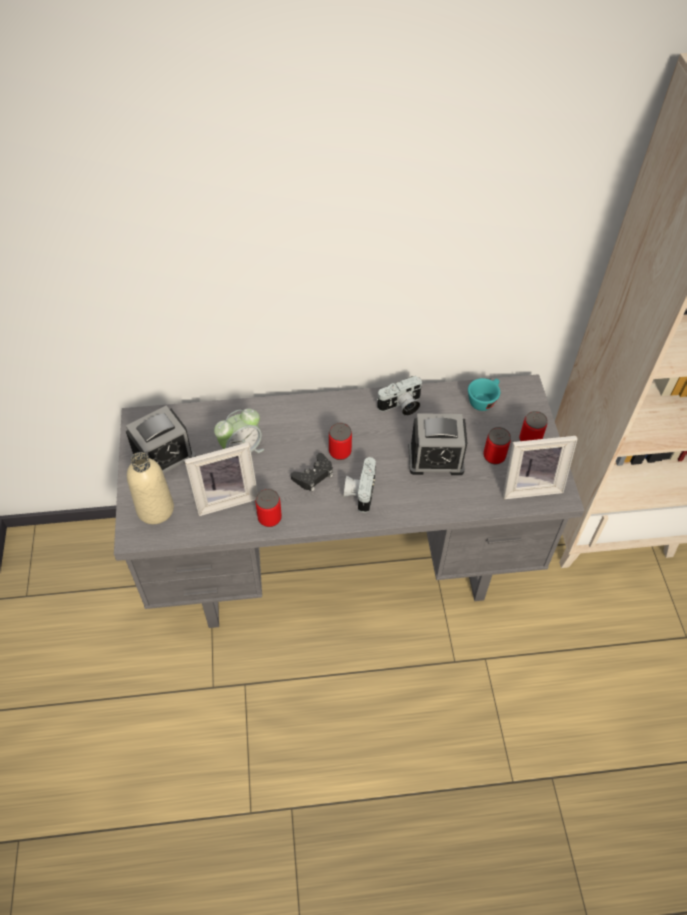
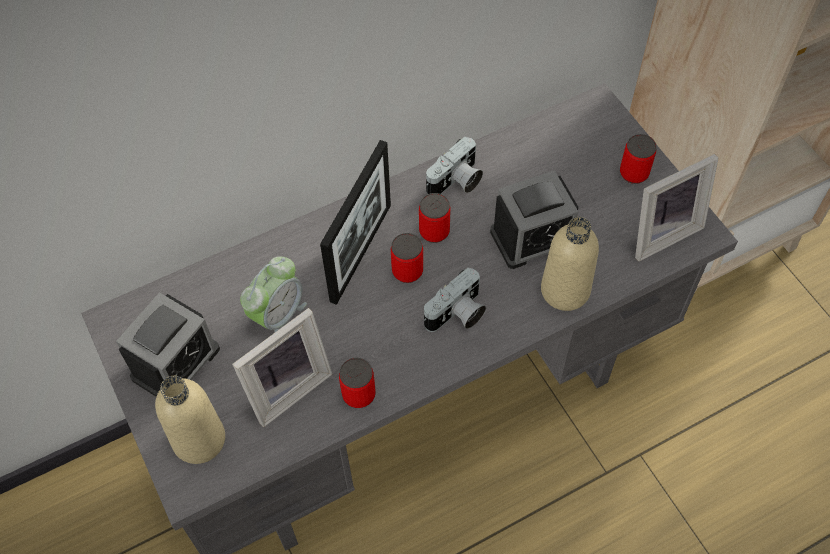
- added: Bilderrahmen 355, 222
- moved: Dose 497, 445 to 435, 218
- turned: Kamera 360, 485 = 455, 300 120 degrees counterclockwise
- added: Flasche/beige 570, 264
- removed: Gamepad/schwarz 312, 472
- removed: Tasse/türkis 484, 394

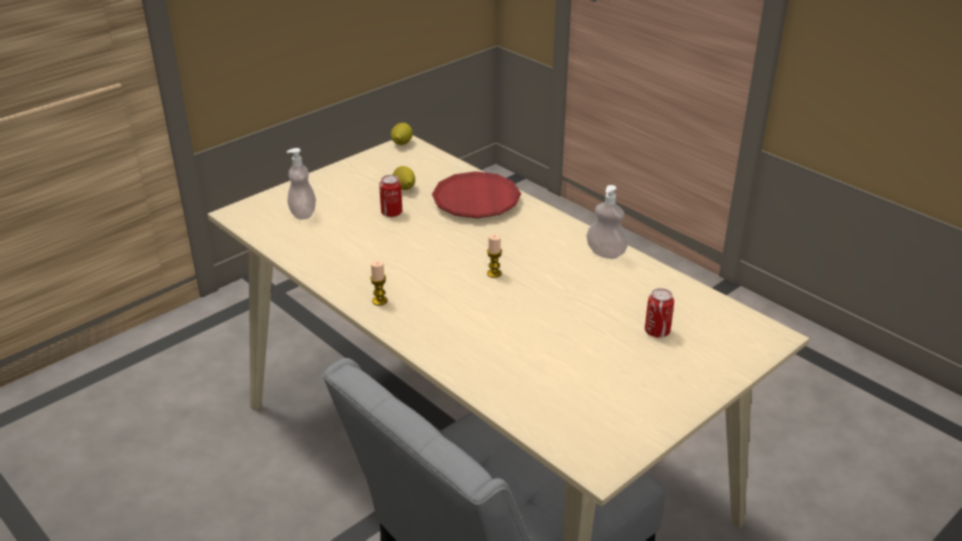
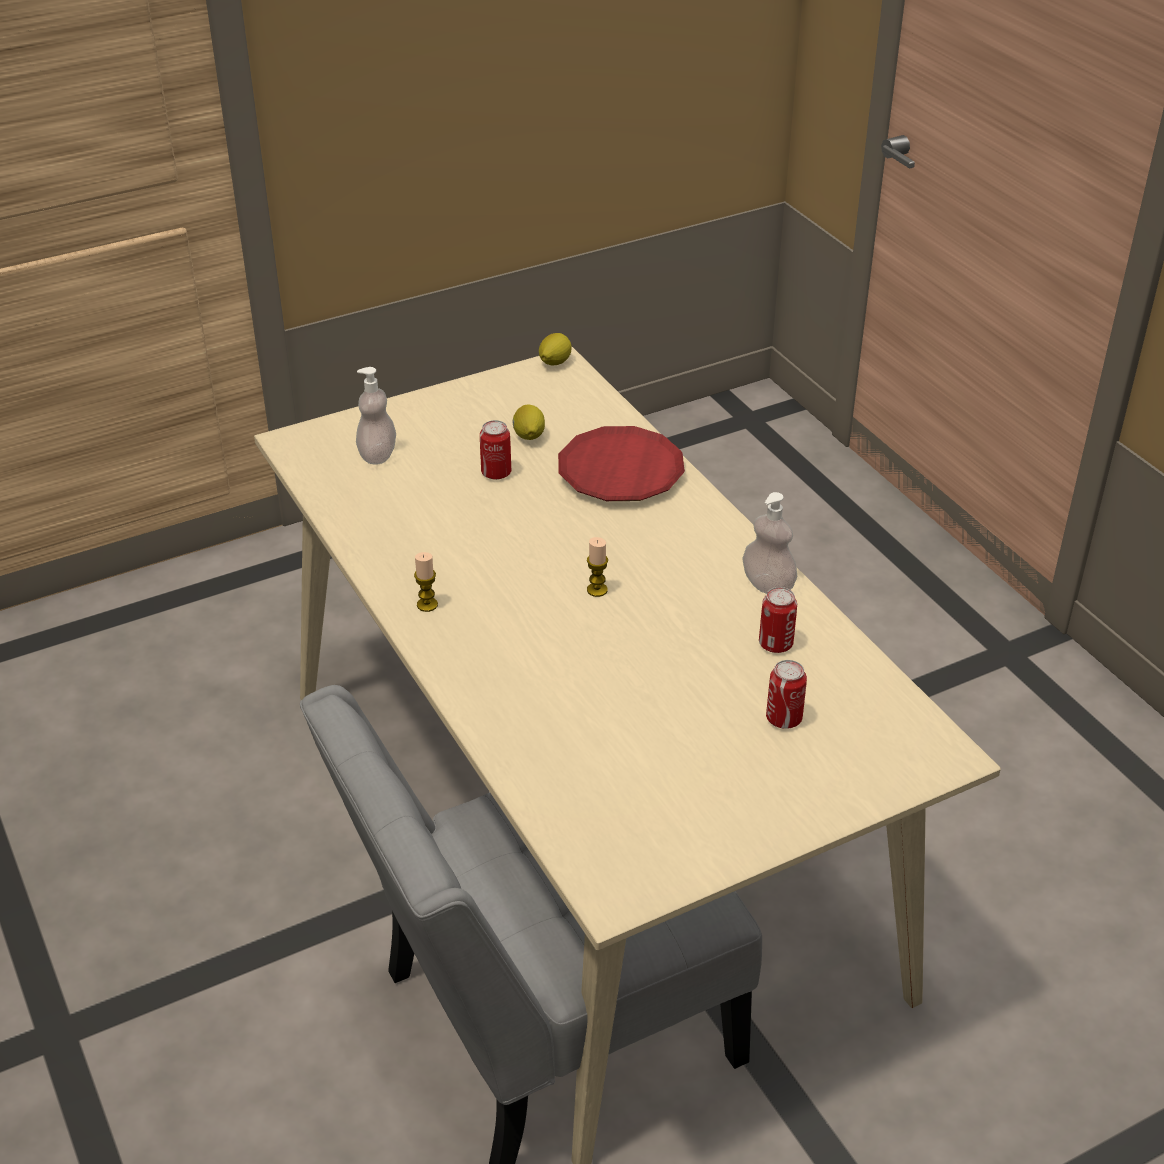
- added: Dose 778, 620

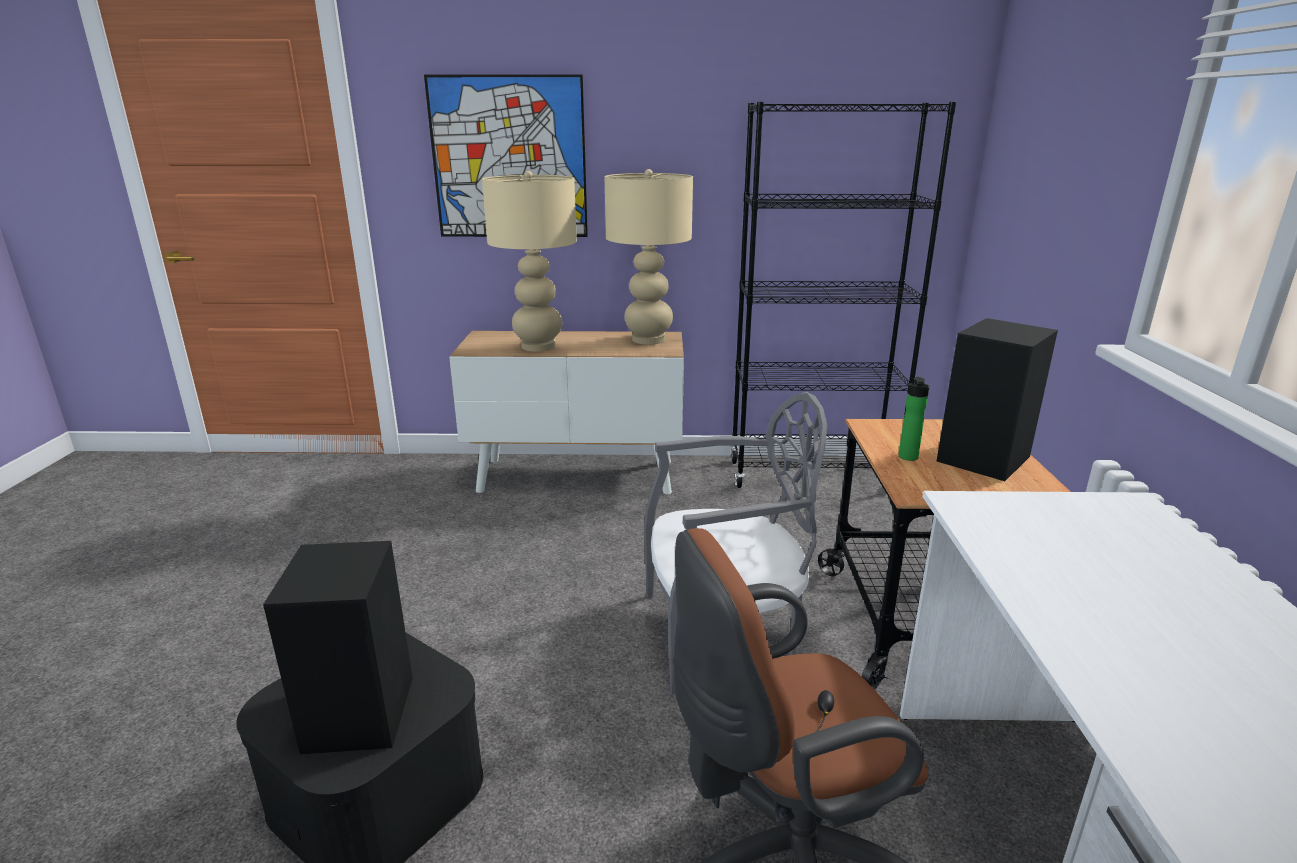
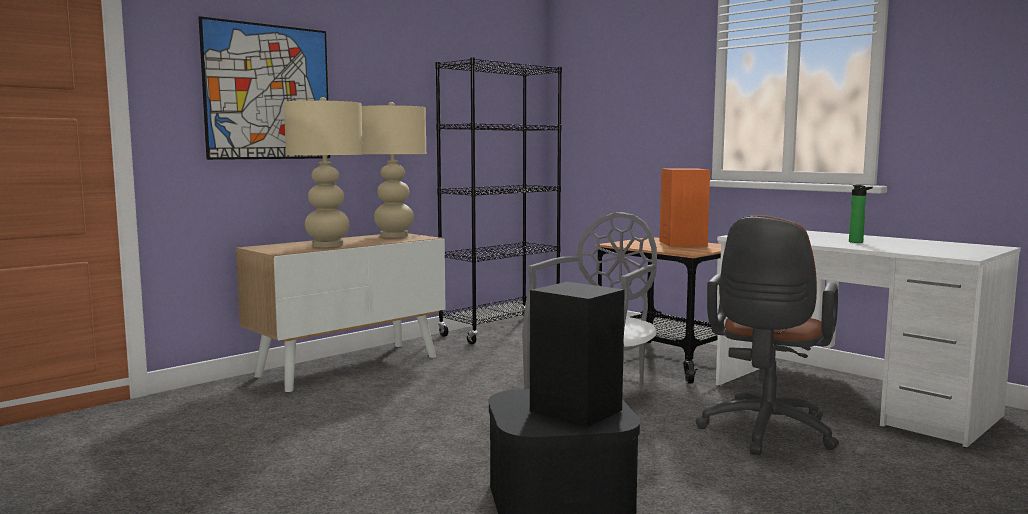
- recoloured: Lautsprecher/schwarz 997, 399 to Lautsprecher/orange 684, 208
- moved: Flasche 914, 419 to 861, 214

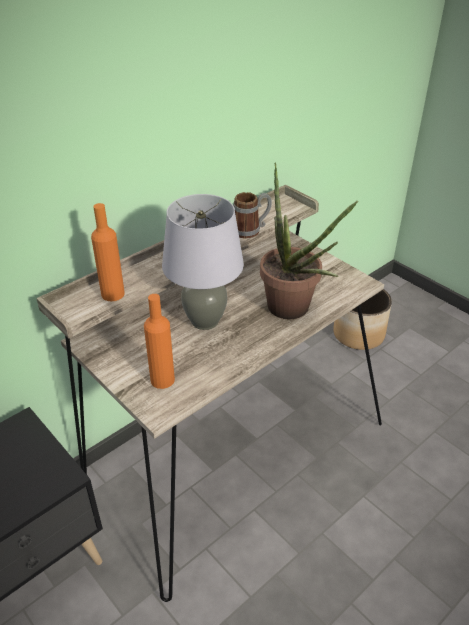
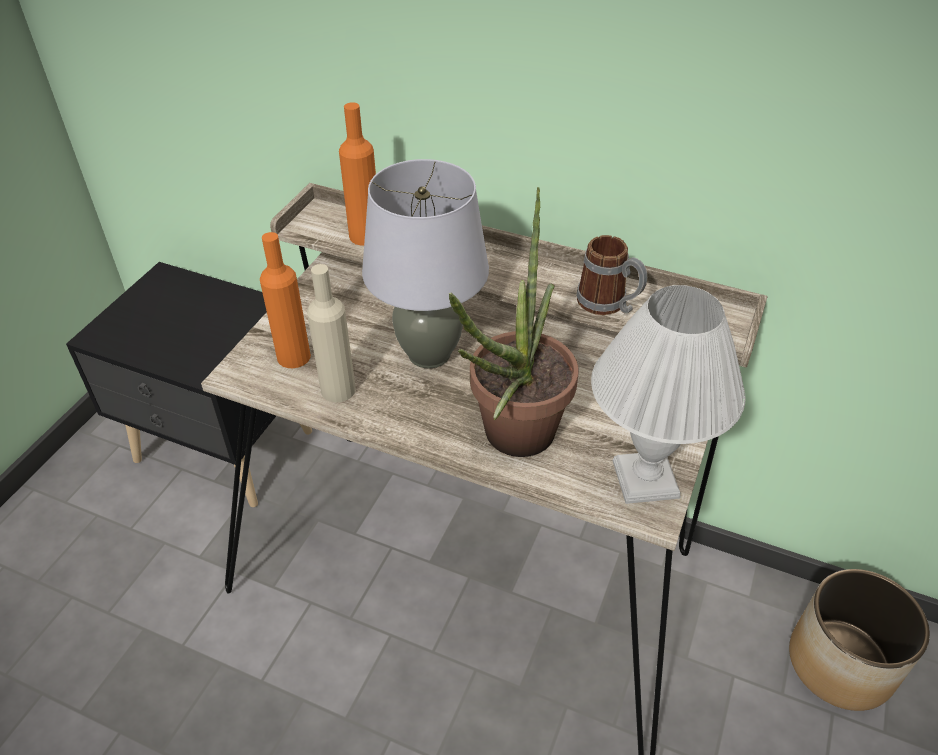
- added: Flasche/beige 331, 333
- added: Tischlampe/weiß 668, 394

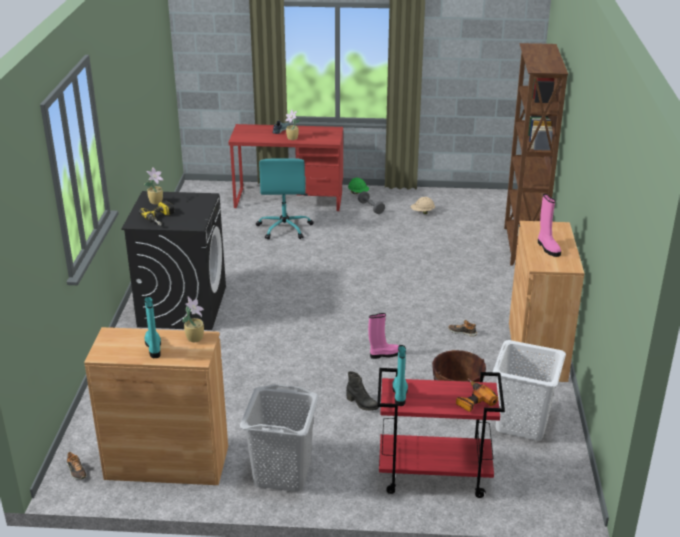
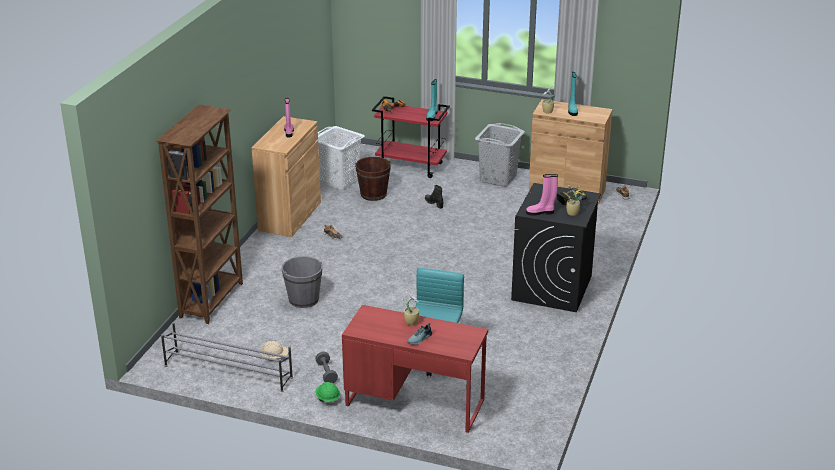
- added: Schuhregal/grau 227, 357
- added: Eimer/grau 302, 282
- moved: Stiefel/rosa 383, 336 to 542, 195

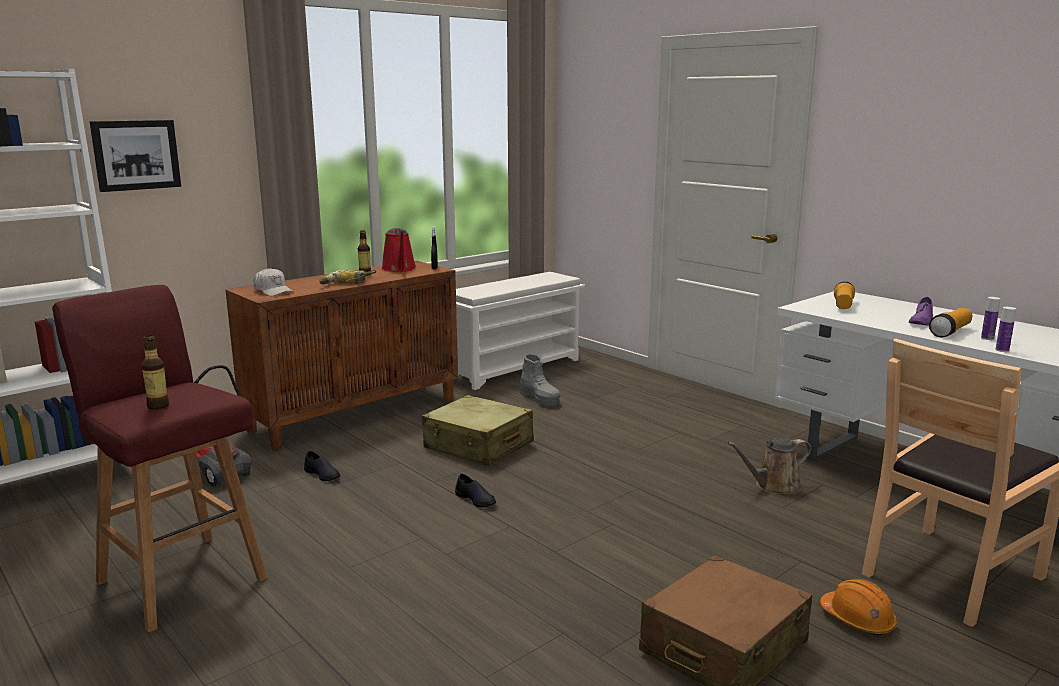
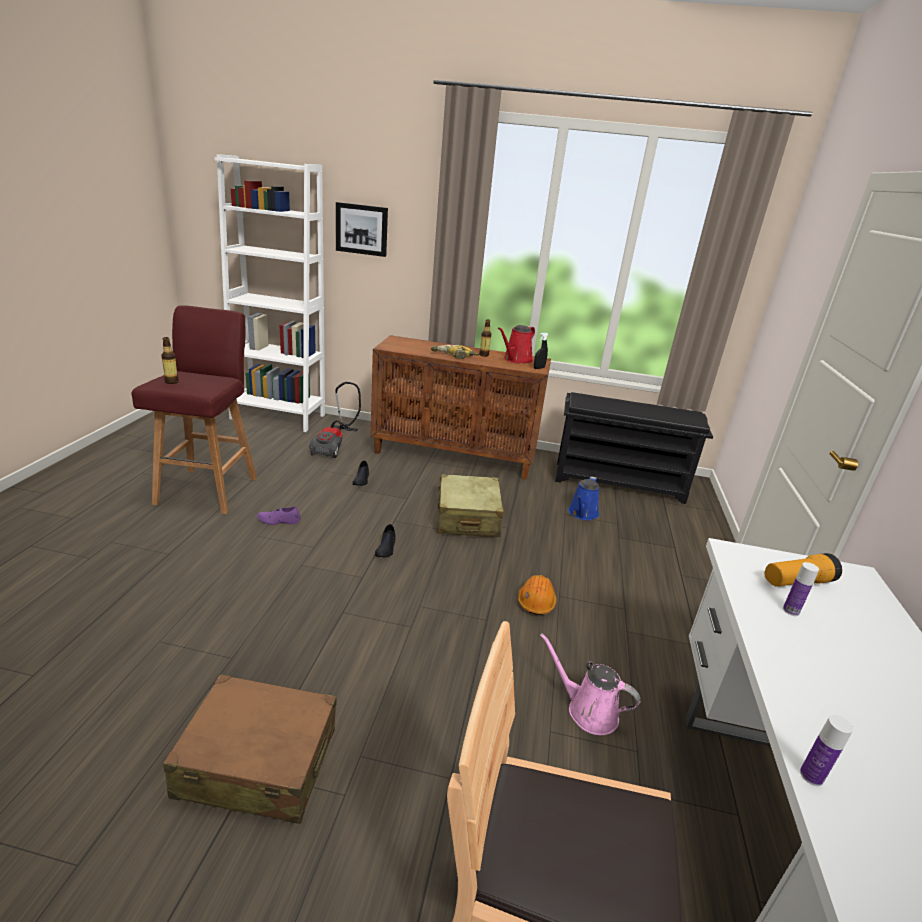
- moved: Schuh/lila 921, 311 to 279, 515
- moved: Schutzhelm/orange 859, 607 to 537, 595
- recoloured: Gießkanne/braun 769, 466 to Gießkanne/rosa 590, 684
- recoloured: Schuhregal/weiß 520, 331 to Schuhregal/schwarz 634, 448
- replaced: Stiefel/grau 540, 379 to Gießkanne/blau 583, 498
- moved: Flasche 990, 318 to 801, 589
- removed: Kappe/weiß 273, 282
- removed: Taschenlampe 950, 323

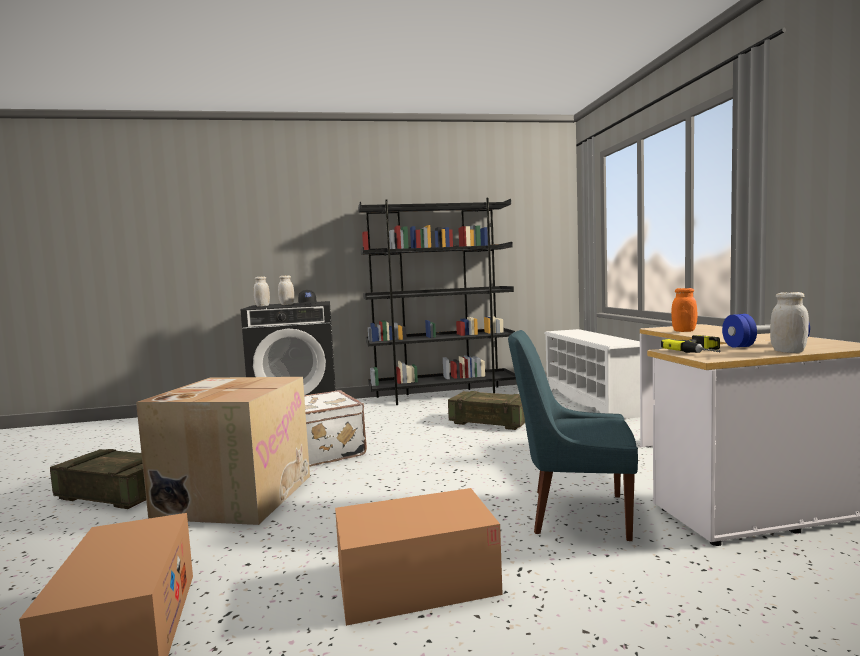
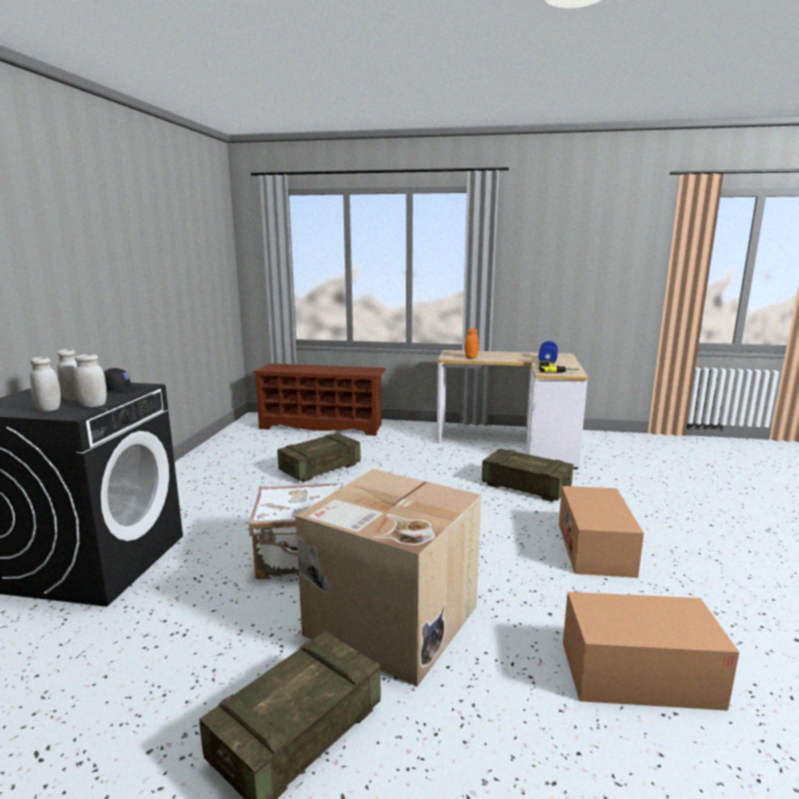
- moved: Vorratsglas/weiß 789, 322 to 90, 380
- recoloured: Schuhregal/weiß 592, 374 to Schuhregal/braun 319, 399
- replaced: Stuhl/blau 573, 435 to Kiste 527, 475
- removed: Bücherregal/schwarz 437, 301

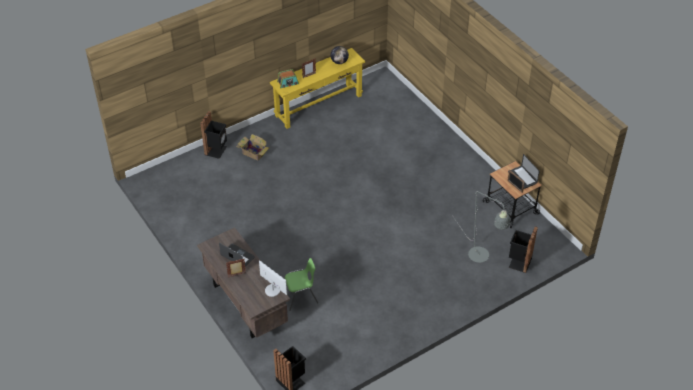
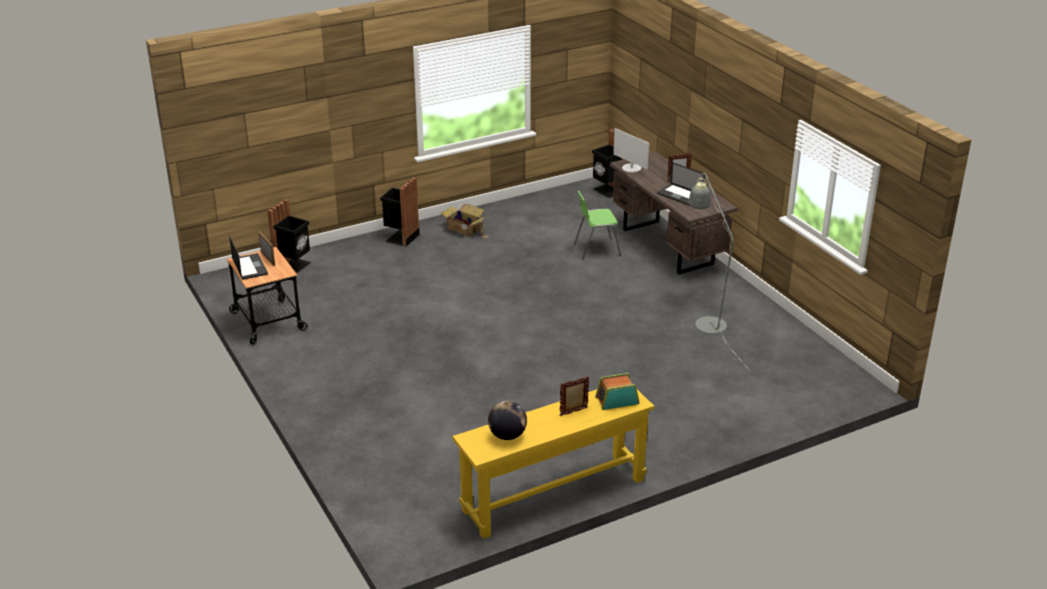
- moved: Mülleimer/schwarz 213, 135 to 400, 212
- moved: Karton 252, 147 to 465, 221
- moved: Stehlampe/grau 481, 227 to 720, 272

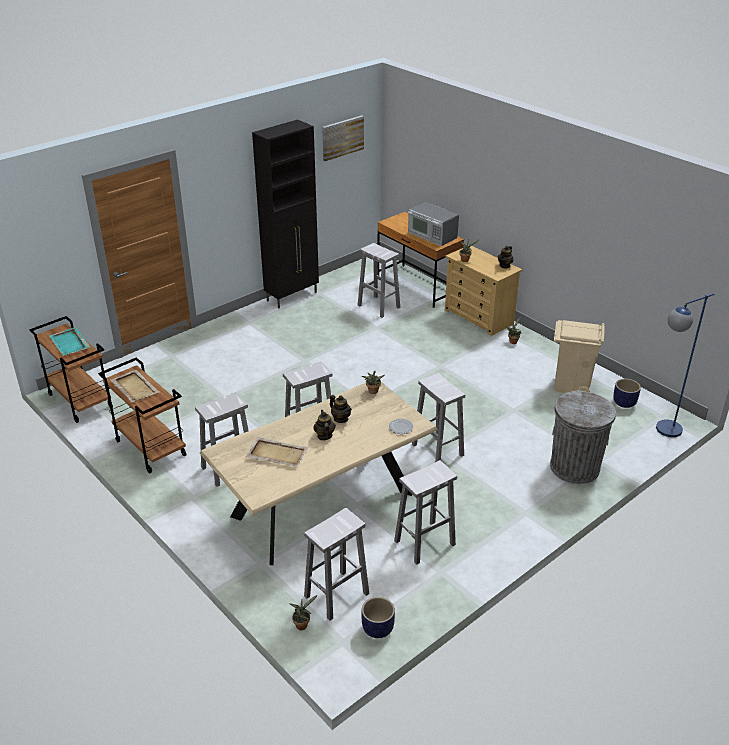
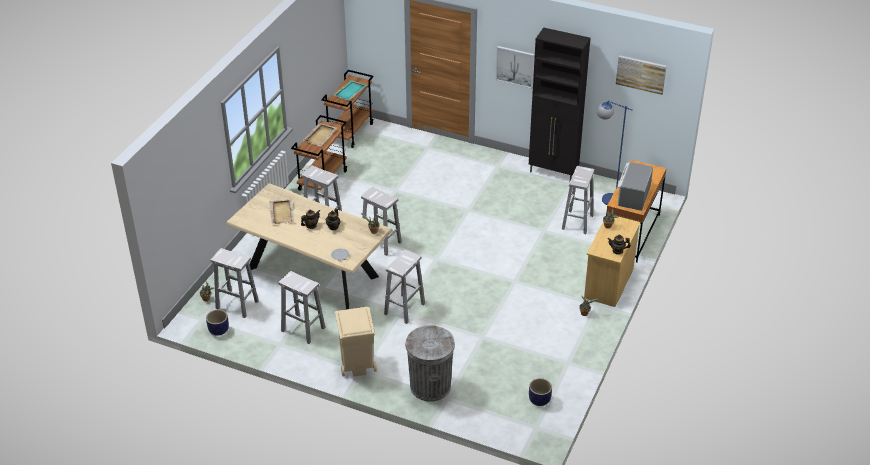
- moved: Mülleimer/beige 579, 356 to 356, 342
- added: Bild 515, 67
- moved: Stehlampe/blau 685, 365 to 614, 153

